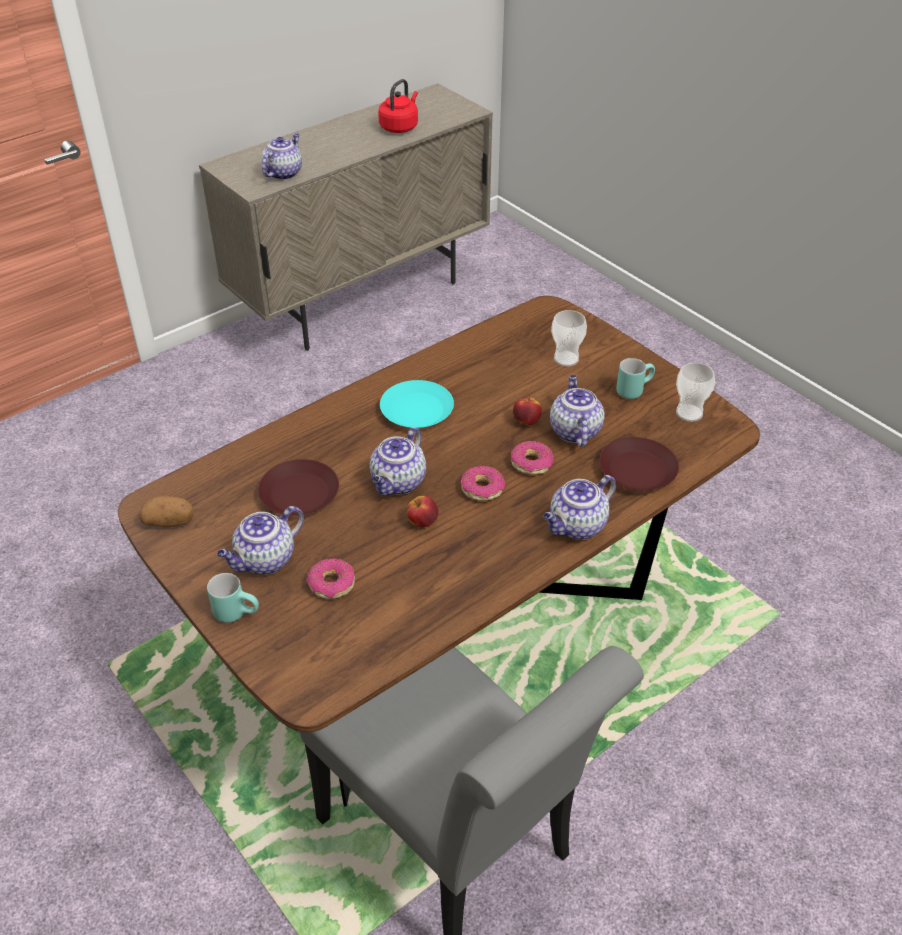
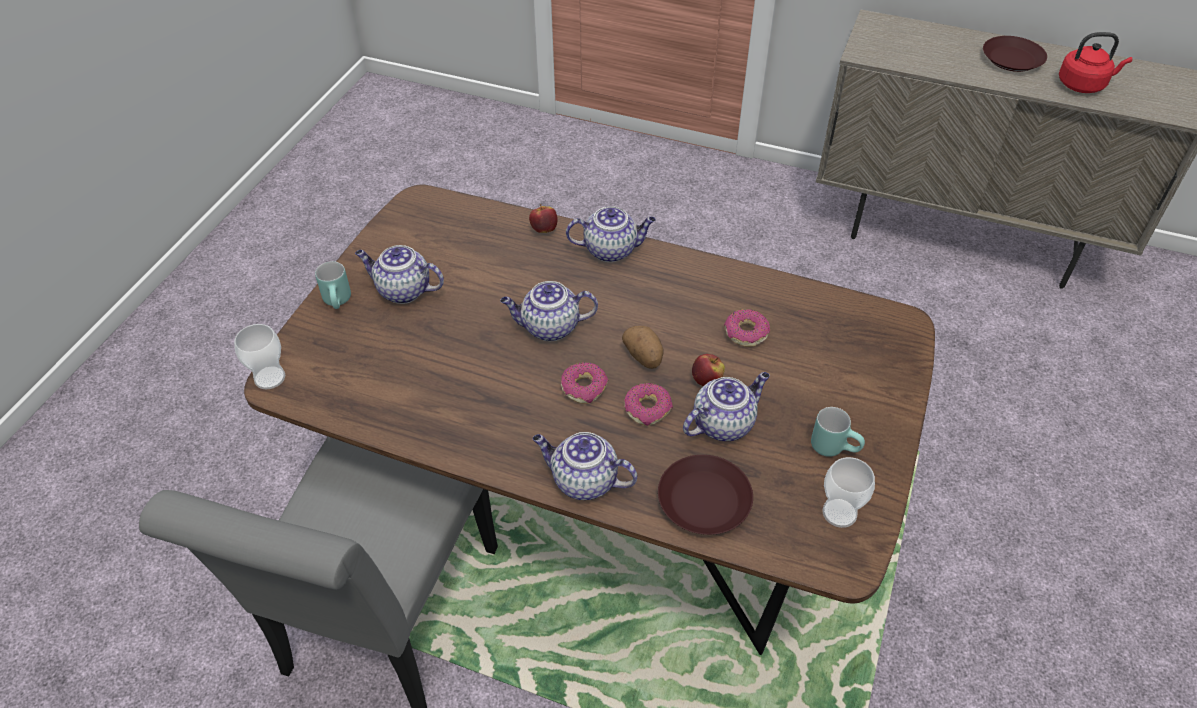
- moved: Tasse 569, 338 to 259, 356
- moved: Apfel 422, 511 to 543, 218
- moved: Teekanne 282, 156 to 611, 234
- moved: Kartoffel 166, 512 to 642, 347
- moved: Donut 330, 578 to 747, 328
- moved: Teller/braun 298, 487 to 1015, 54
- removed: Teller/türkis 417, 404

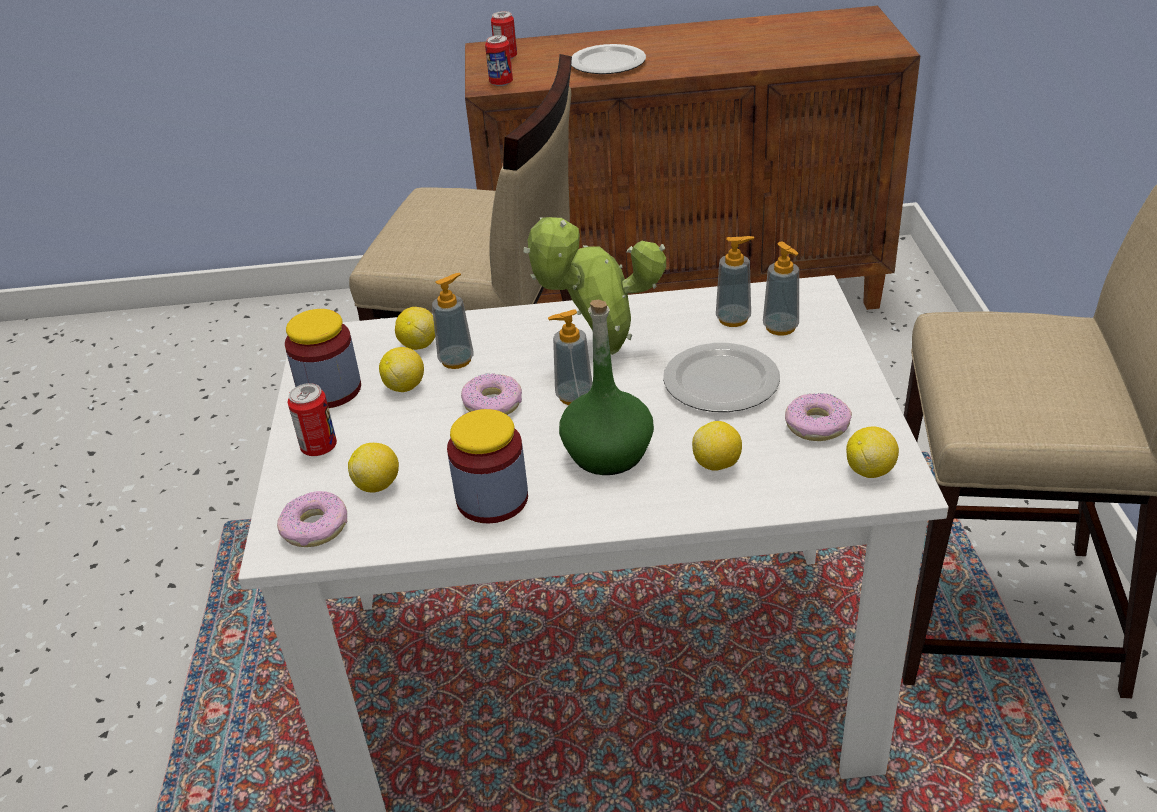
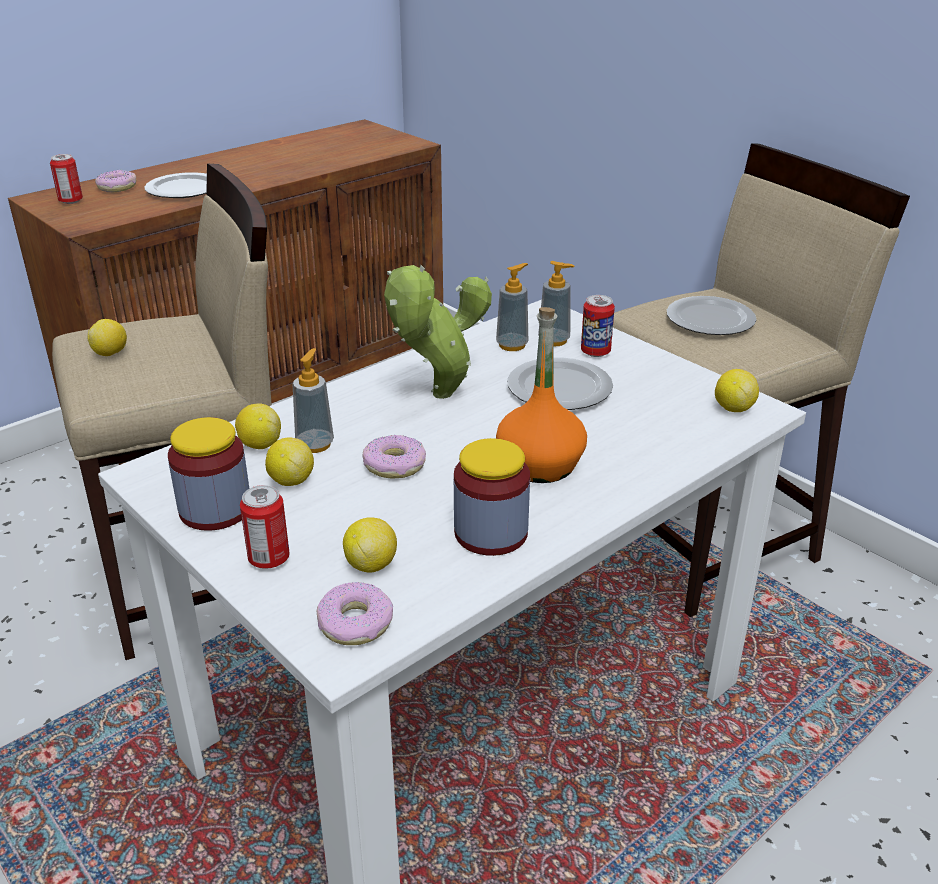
- moved: Zitrone 717, 446 to 107, 337
- moved: Donut 818, 417 to 115, 181
- recoloured: Flasche/grün 606, 387 to Flasche/orange 541, 395
- moved: Dose 499, 60 to 598, 326
- added: Teller 712, 315
- removed: Seifenspender 570, 357

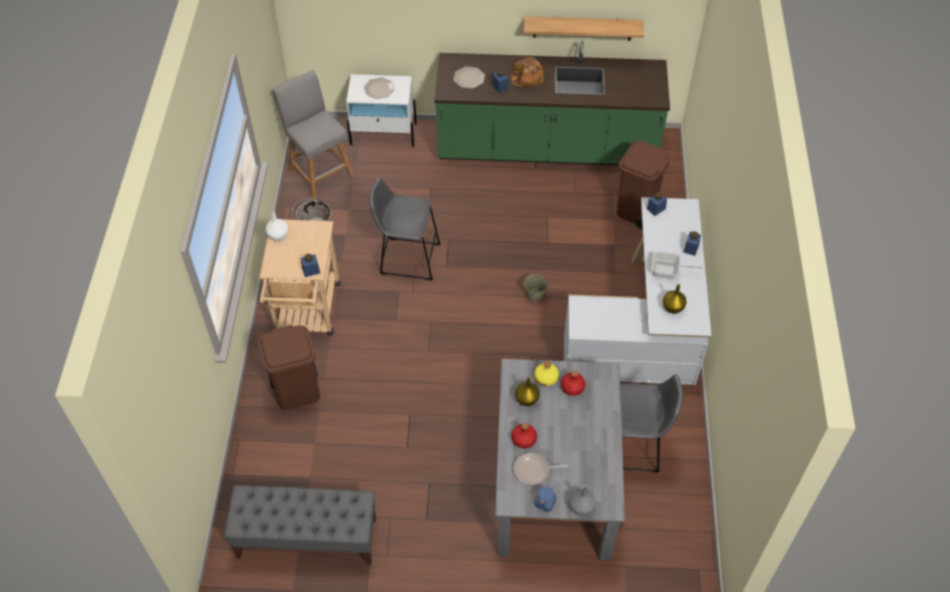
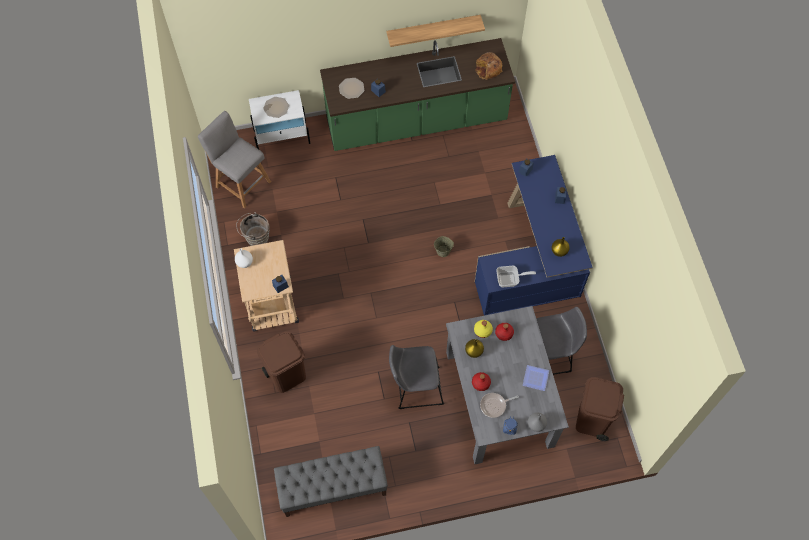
- moved: Hocker/grau 405, 228 to 416, 377
- recoloured: Schreibtisch/weiß 638, 291 to Schreibtisch/blau 533, 235
- moved: Brot 527, 72 to 488, 66
- moved: Pfanne 677, 265 to 516, 276
- added: Teller 536, 378
- moved: Mülleimer/braun 643, 185 to 600, 409

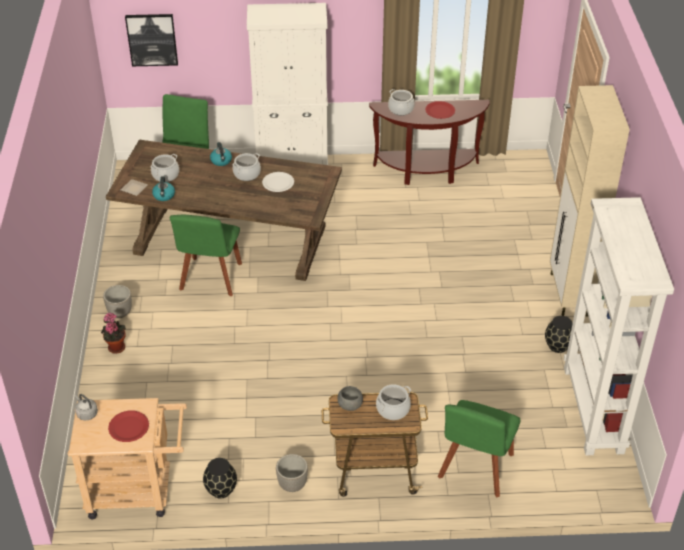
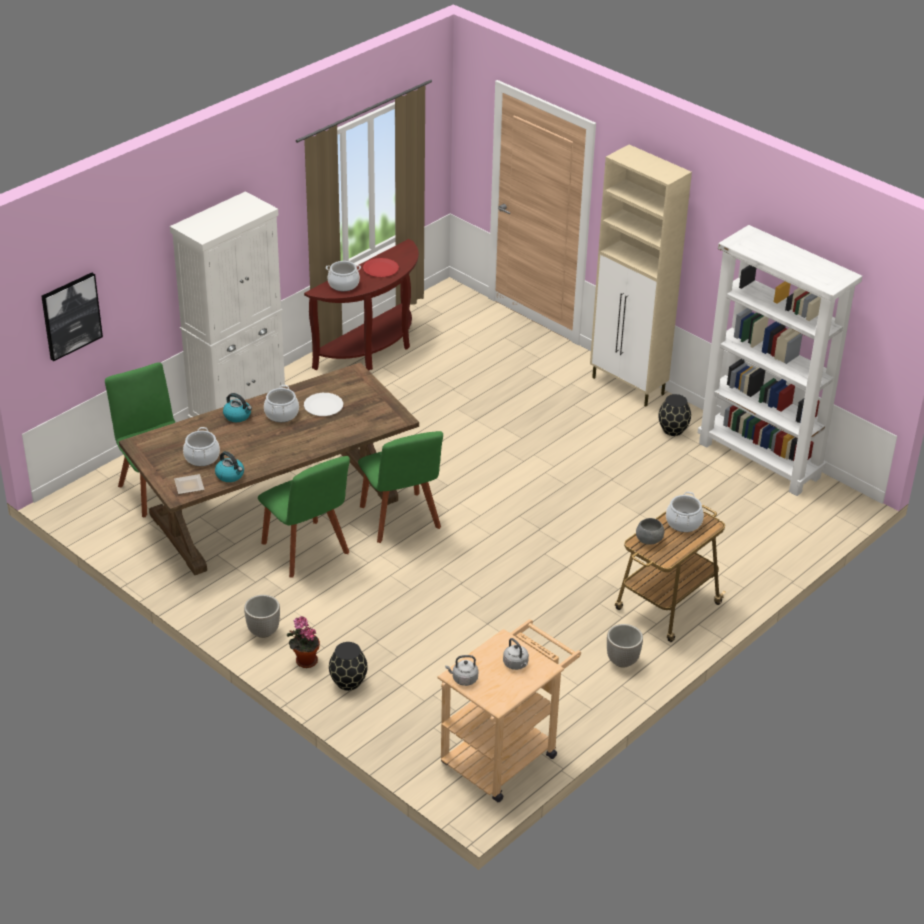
- moved: Vase/schwarz 220, 478 to 348, 666
- moved: Stuhl/grün 479, 448 to 400, 487
- replaced: Teller/rot 128, 426 to Wasserkessel/grau 516, 654

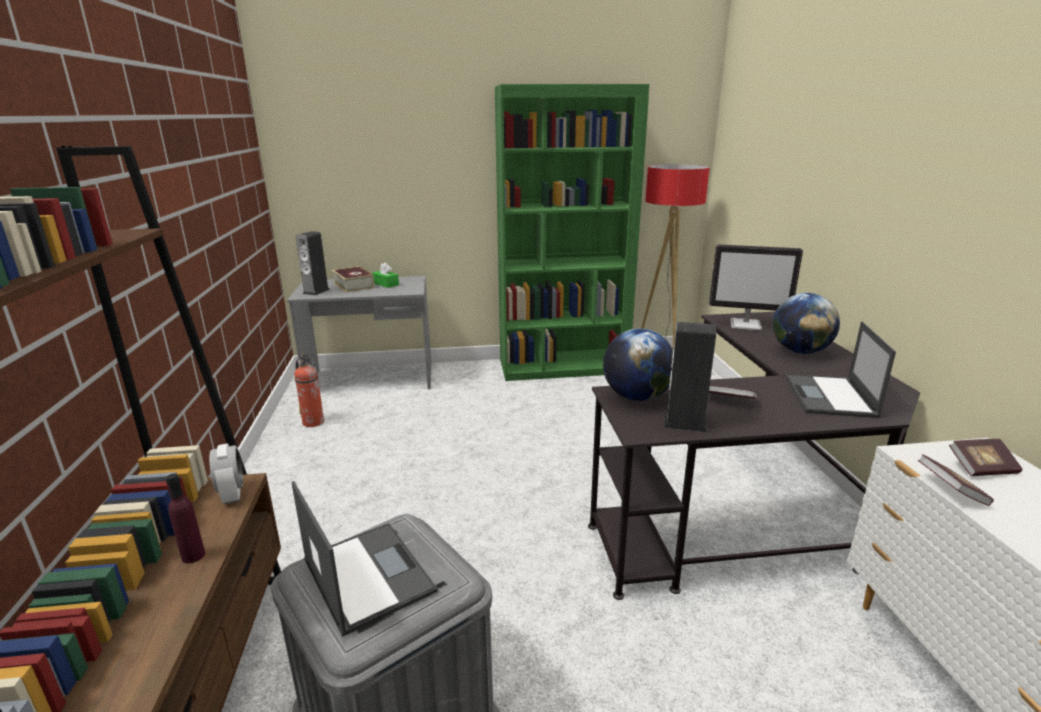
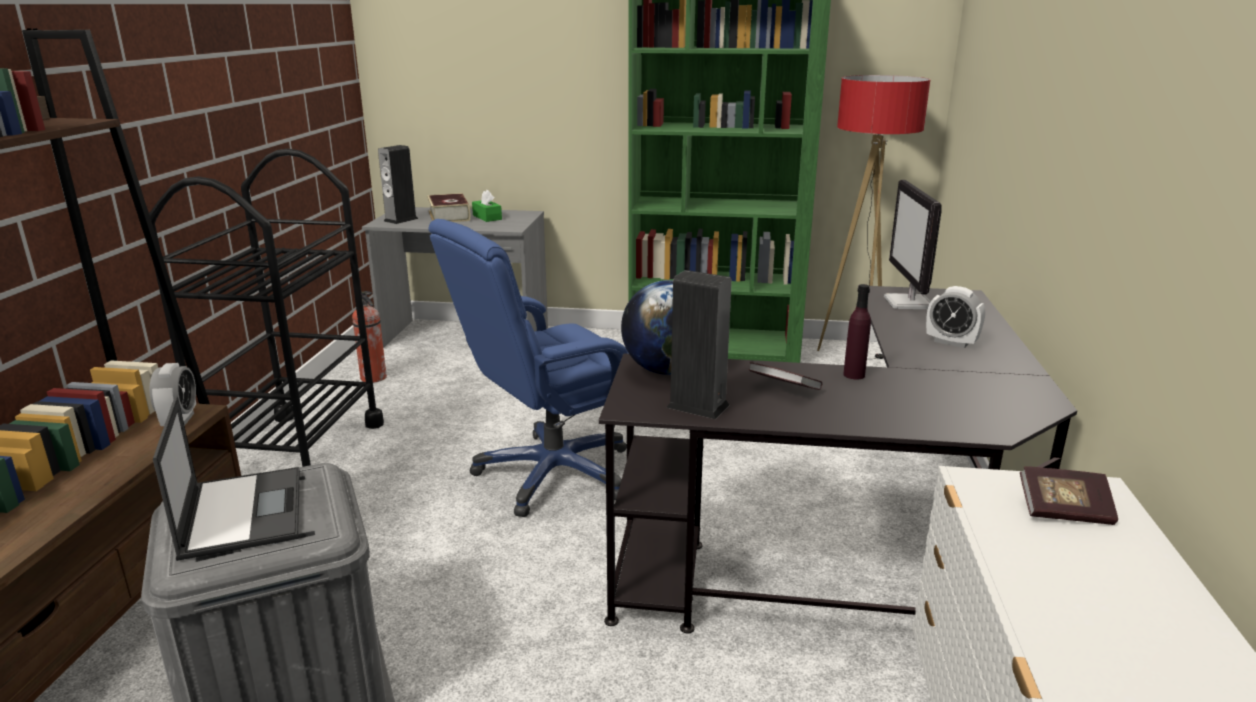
- added: Rollwagen/schwarz 266, 308
- added: Bürostuhl/blau 528, 368
- moved: Flasche/lila 185, 518 to 857, 331
- turned: Monitor 756, 287 = 913, 244 60 degrees clockwise
- replaced: Globus 806, 323 to Wecker 955, 317
- removed: Laptop 840, 369
- removed: Buch 956, 480

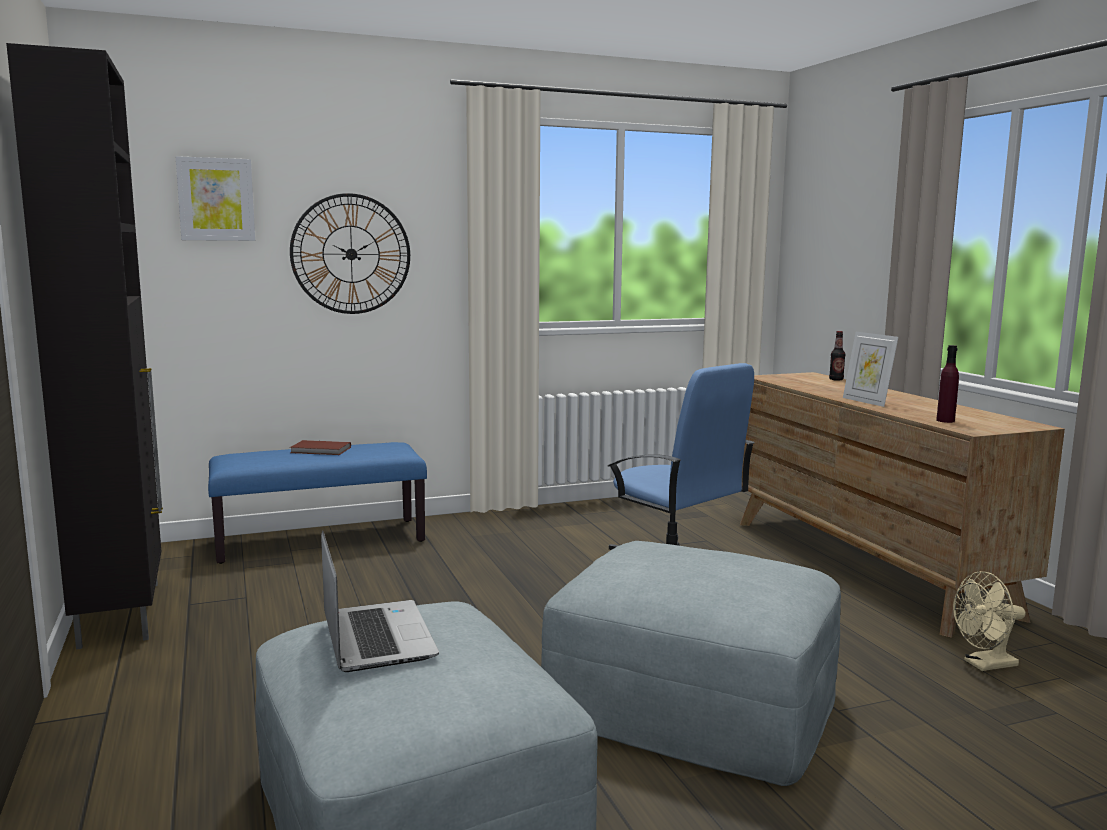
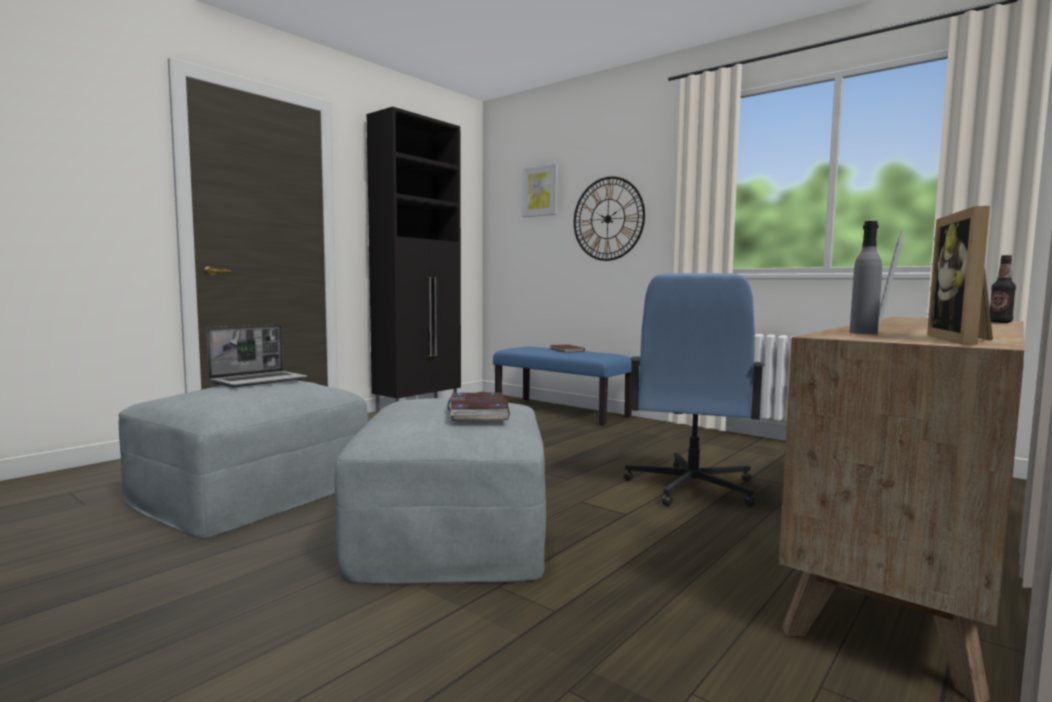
- added: Buch 478, 406
- recoloured: Flasche/lila 947, 384 to Flasche/grau 865, 277
- added: Bilderrahmen 960, 275
- removed: Ventilator/beige 989, 621

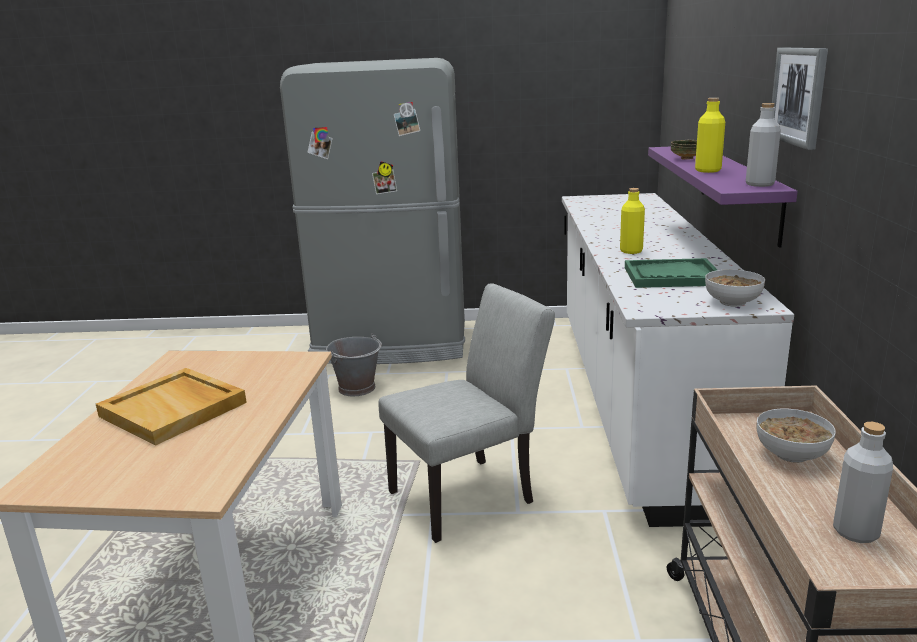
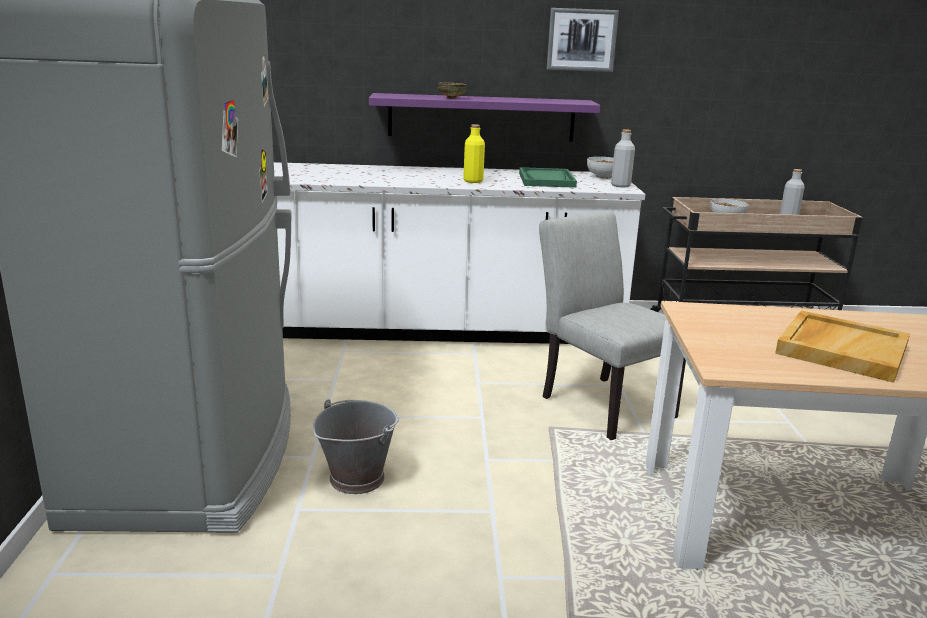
- moved: Flasche/grau 763, 145 to 623, 158
- removed: Flasche/gelb 710, 135

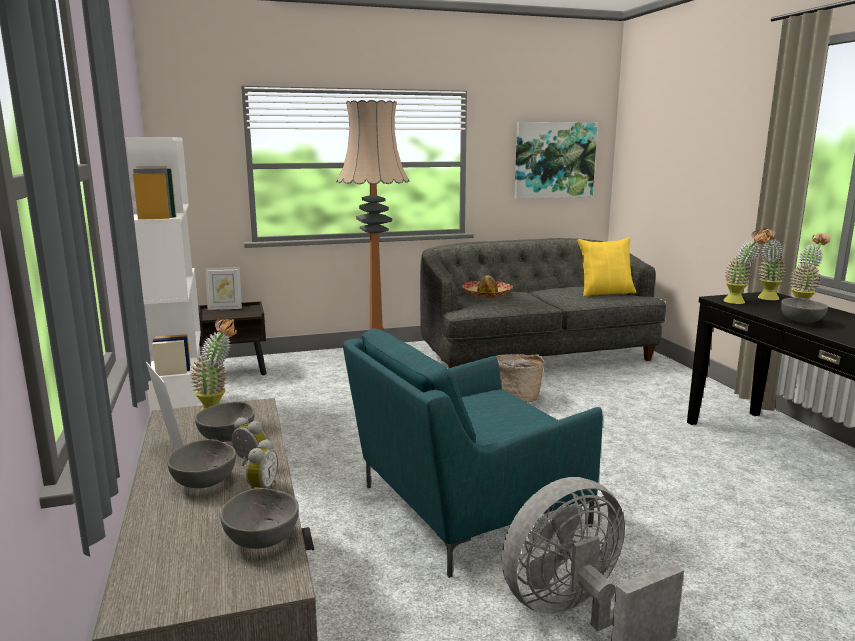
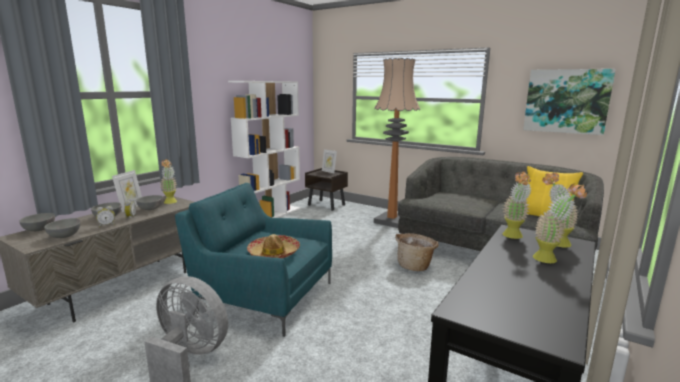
- moved: Schüssel/grau 804, 310 to 37, 222
- moved: Hut 487, 286 to 273, 246

